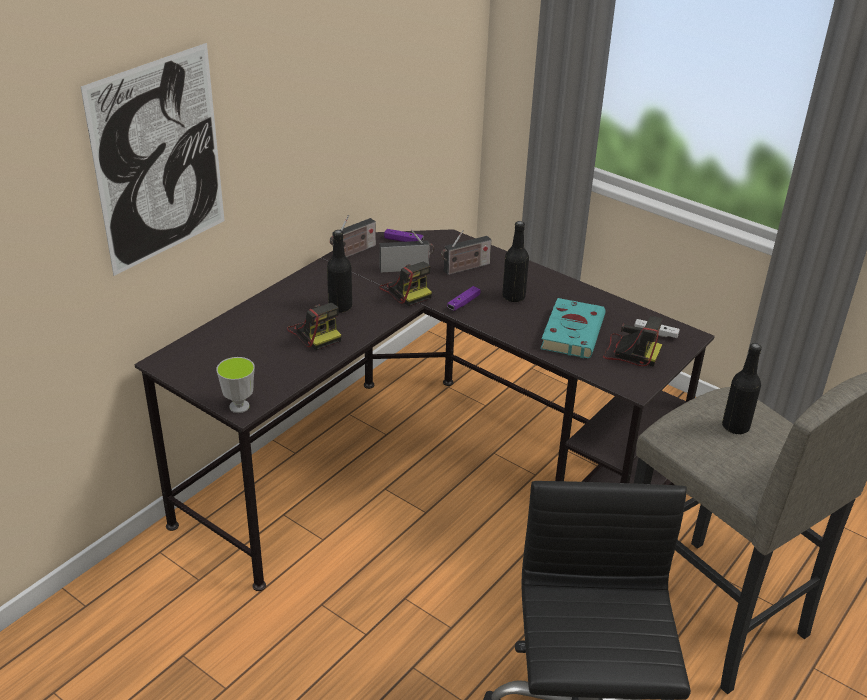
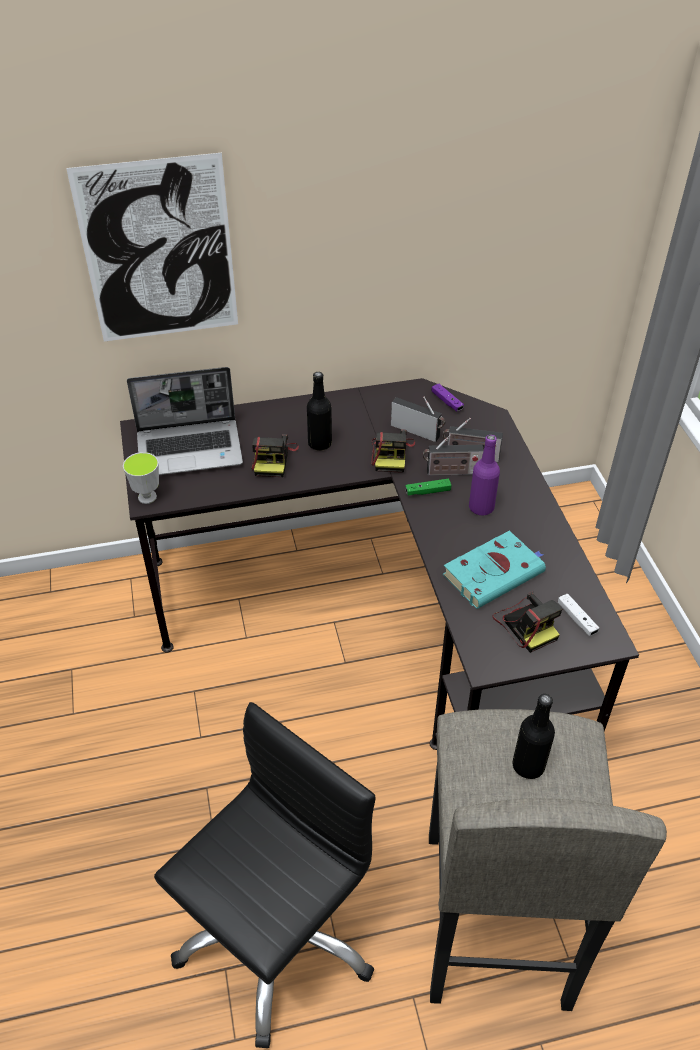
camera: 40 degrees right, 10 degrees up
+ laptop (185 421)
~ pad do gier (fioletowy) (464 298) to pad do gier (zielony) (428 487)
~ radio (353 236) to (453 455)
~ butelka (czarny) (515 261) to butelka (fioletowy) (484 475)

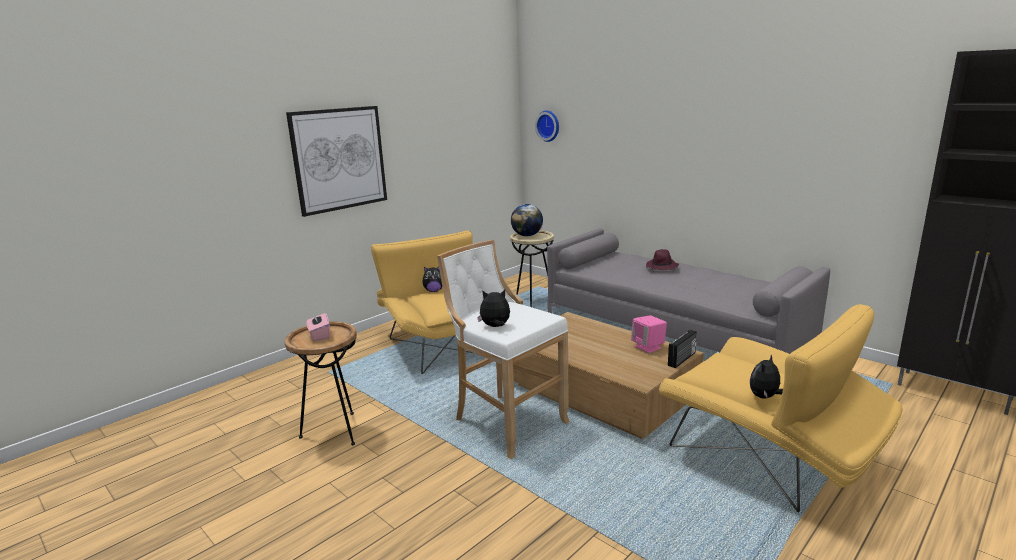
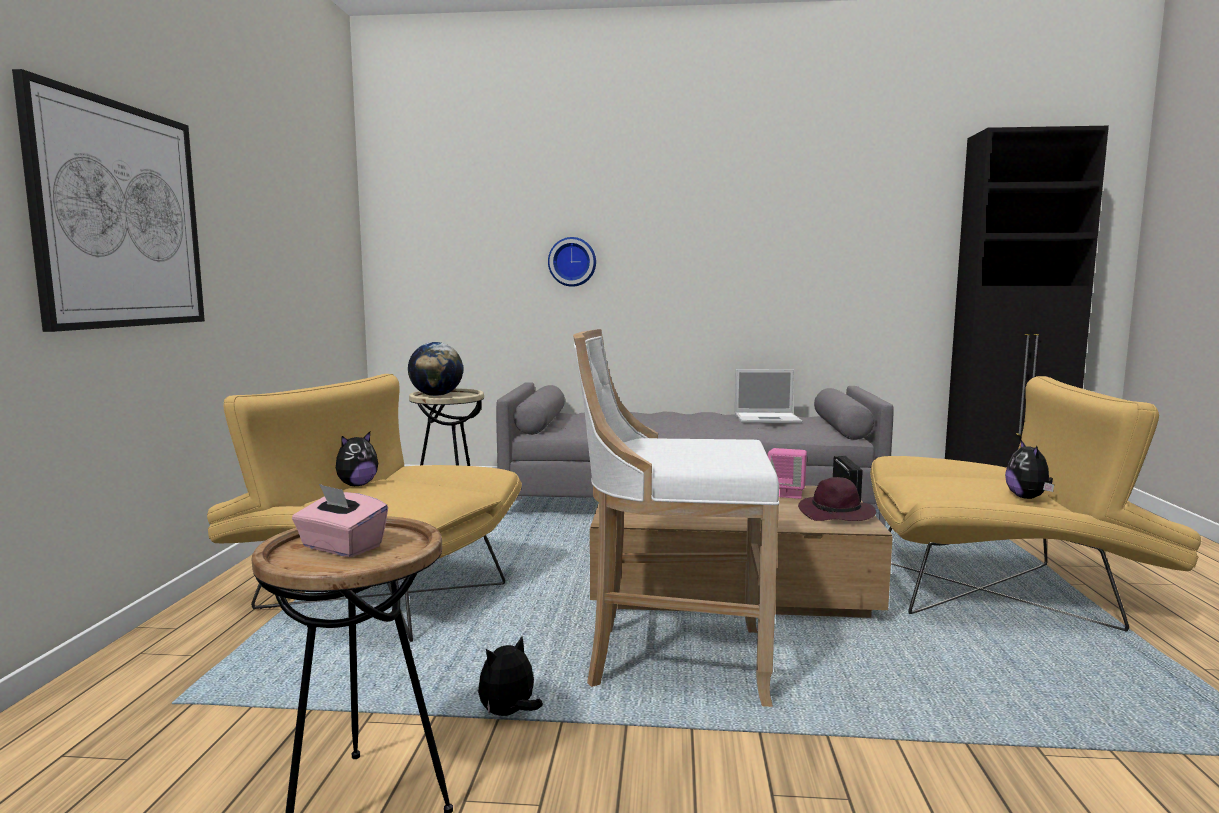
camera: 40 degrees left, 10 degrees down
~ pluszak (493 308) to (510 676)
~ zegar ścienny (547 126) to (572 262)
+ laptop (768 396)
~ kapelusz (fioletowy) (662 259) to (837 499)

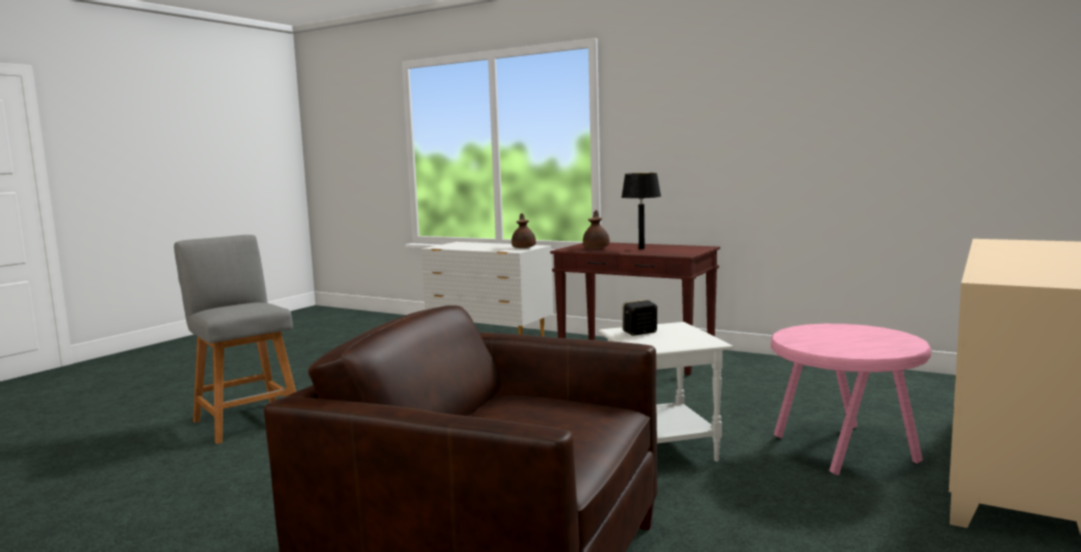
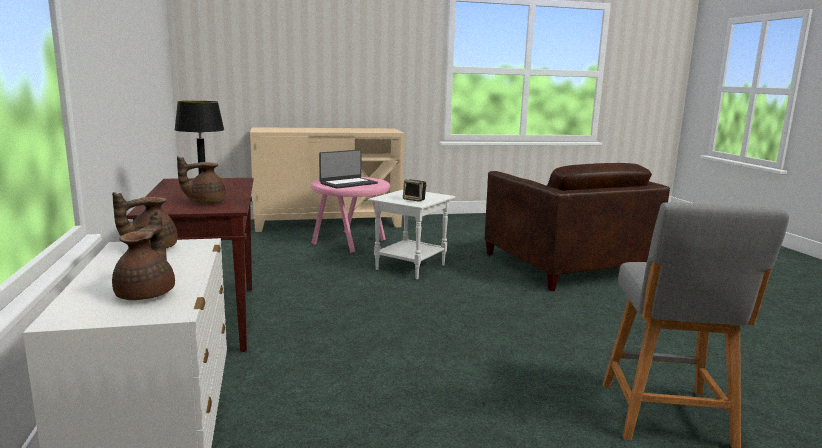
camera: 135 degrees left, 5 degrees up
+ imbryk (brązowy) (143 255)
+ laptop (348 169)

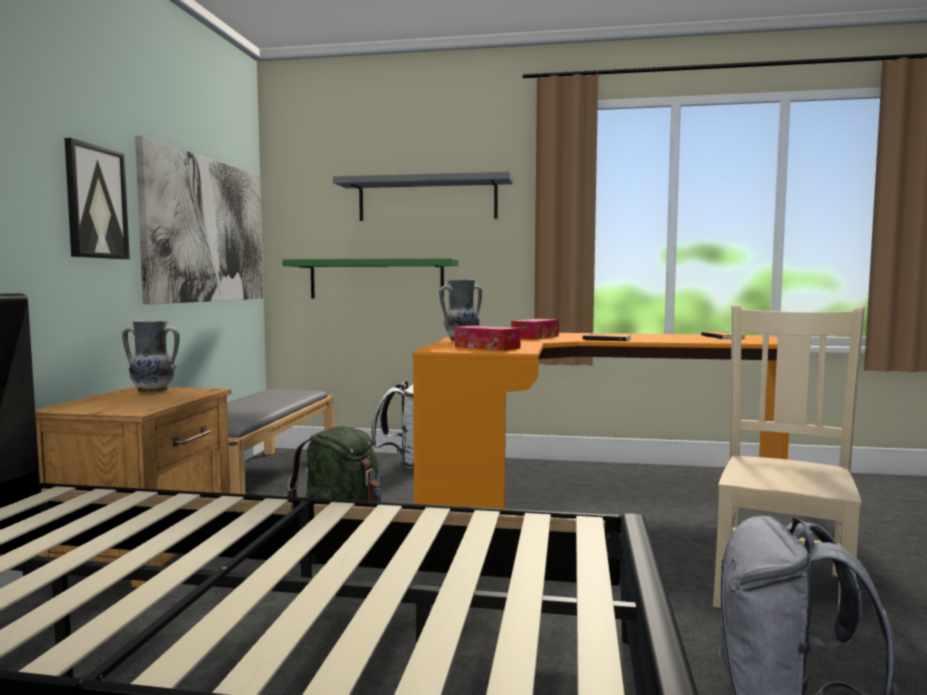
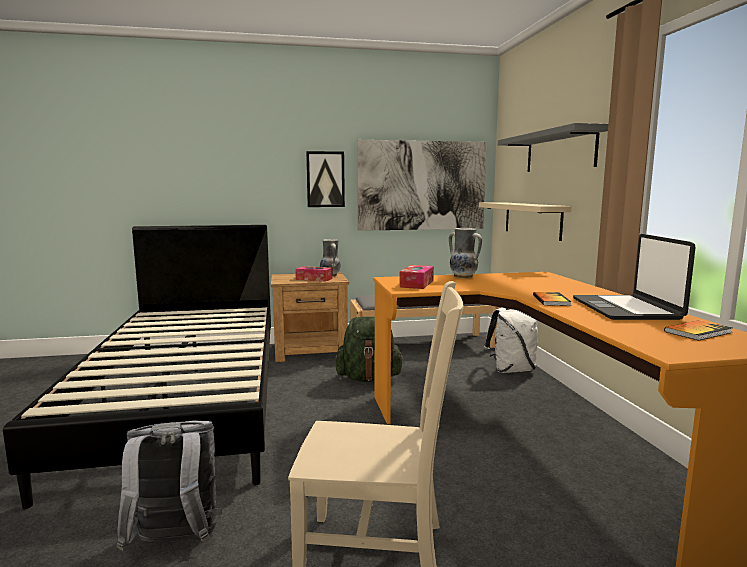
camera: 70 degrees right, 5 degrees up
~ pudełko chusteczek (535 329) to (314 273)
~ półka (zielony) (370 278) to półka (beżowy) (525 221)
+ laptop (634 277)

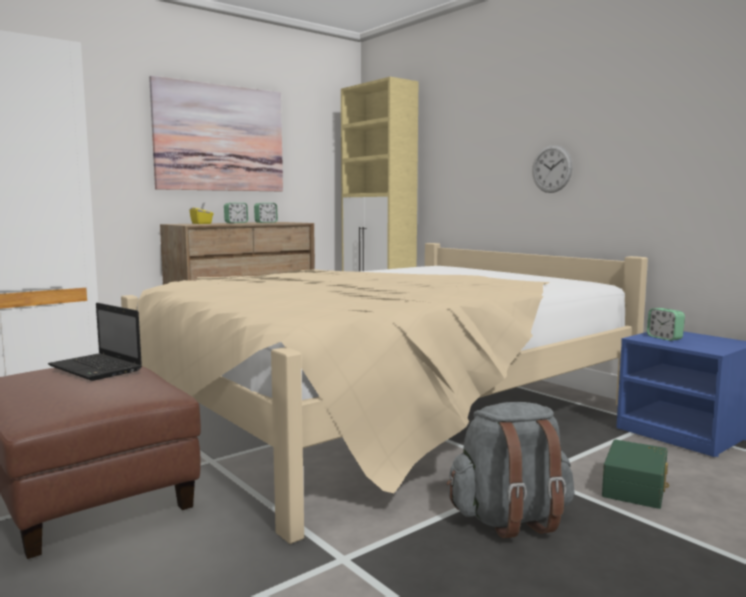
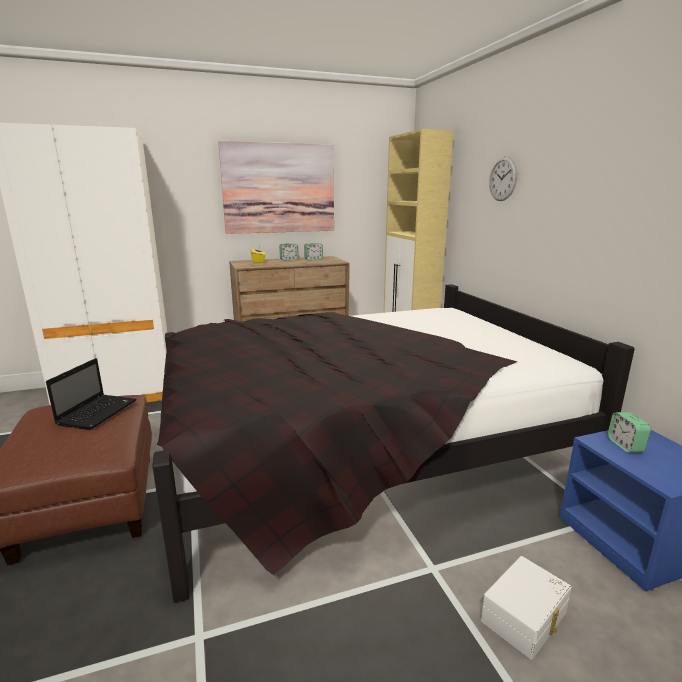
camera: 20 degrees right, 10 degrees up
~ laptop (95 342) = (91 394) 135 degrees counterclockwise
~ łóżko (beżowy) (384 393) to łóżko (czarny) (393 443)
~ pojemnik do przechowywania (zielony) (635 474) to pojemnik do przechowywania (biały) (526 608)
~ zegar ścienny (552 169) to (503 178)
- plecak (szary) (511 470)

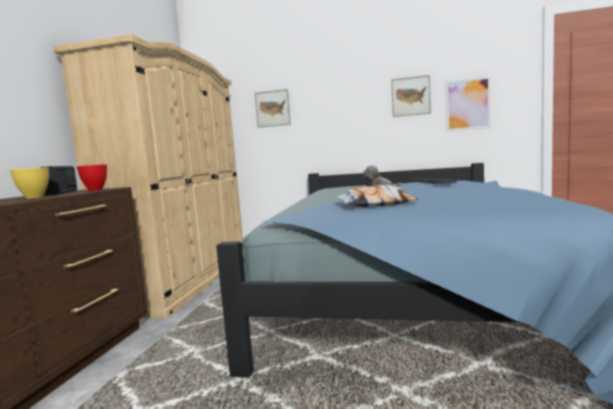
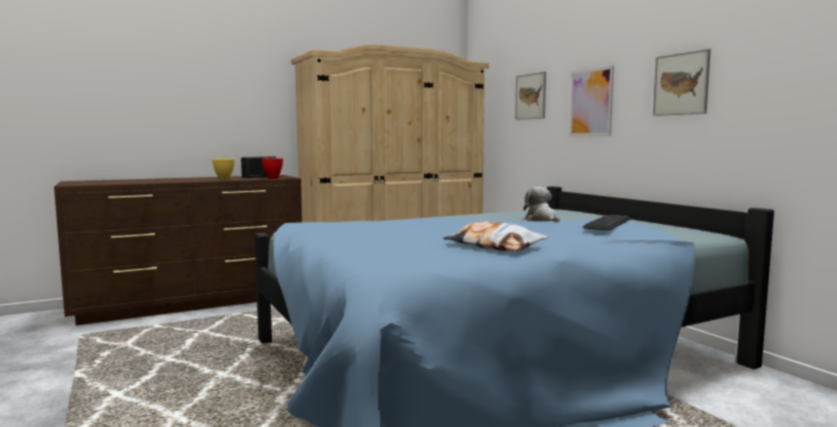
camera: 50 degrees right, 0 degrees up
~ poduszka (376 196) to (495 236)
~ obraz (468 103) to (592 101)

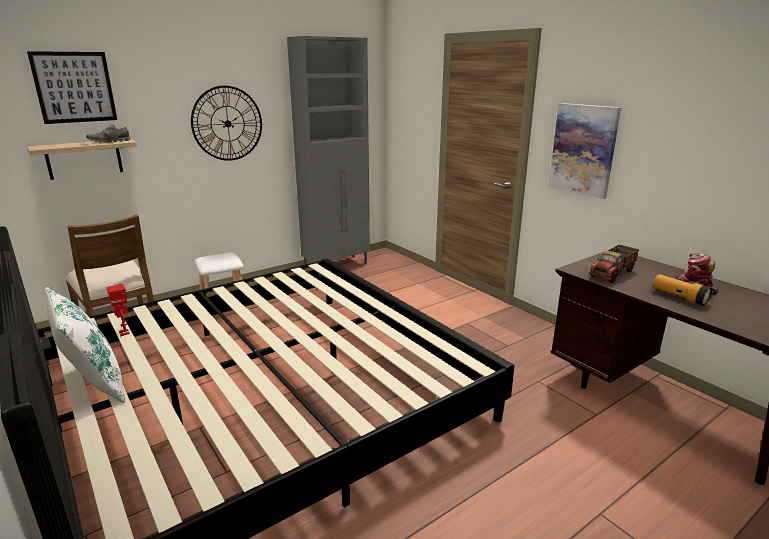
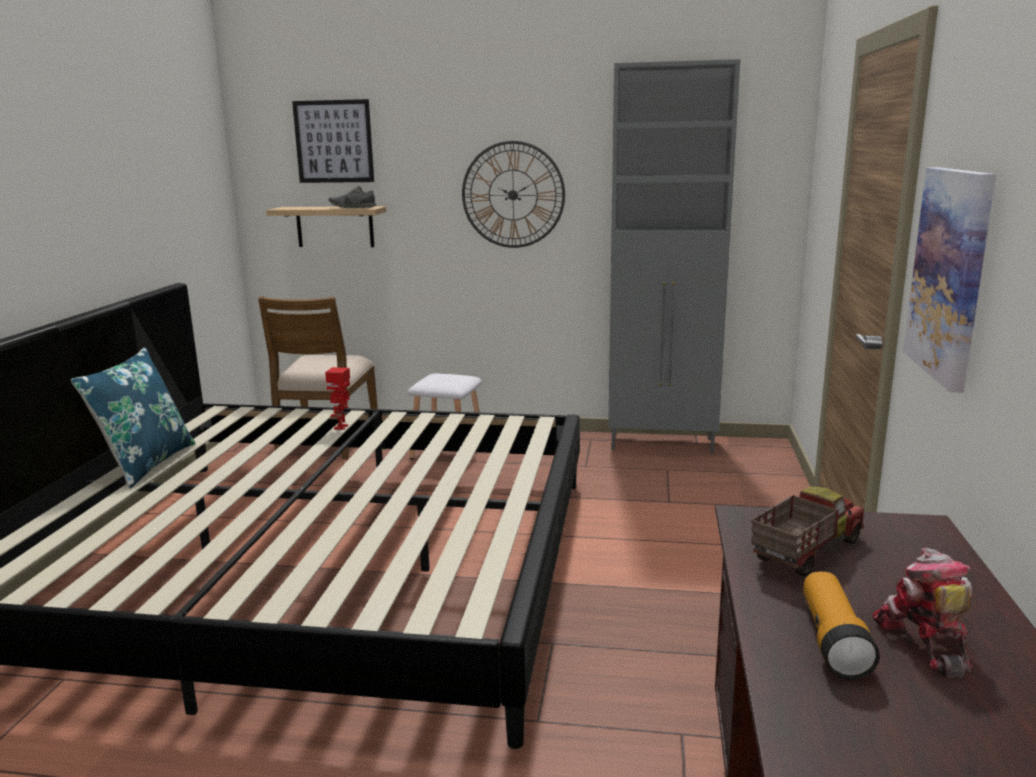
camera: 45 degrees right, 5 degrees down
~ poduszka (biały) (85 345) to poduszka (niebieski) (133 417)
~ robot zabawkowy (118 310) to (337 398)
~ ciężarówka zabawkowa (614 264) = (807 531) 135 degrees clockwise

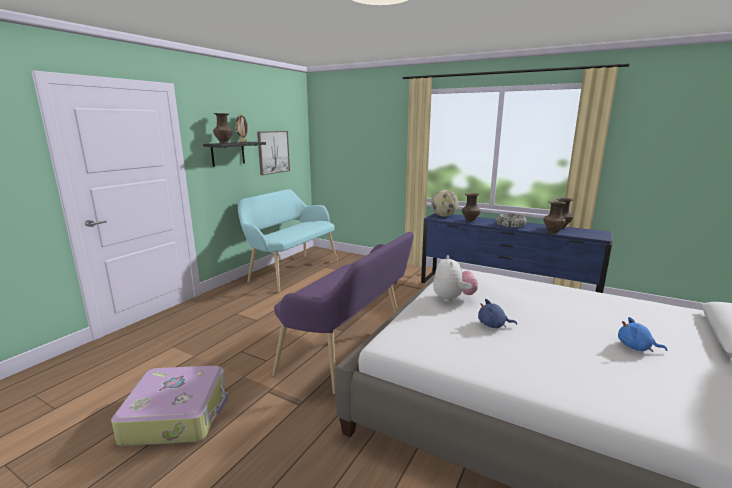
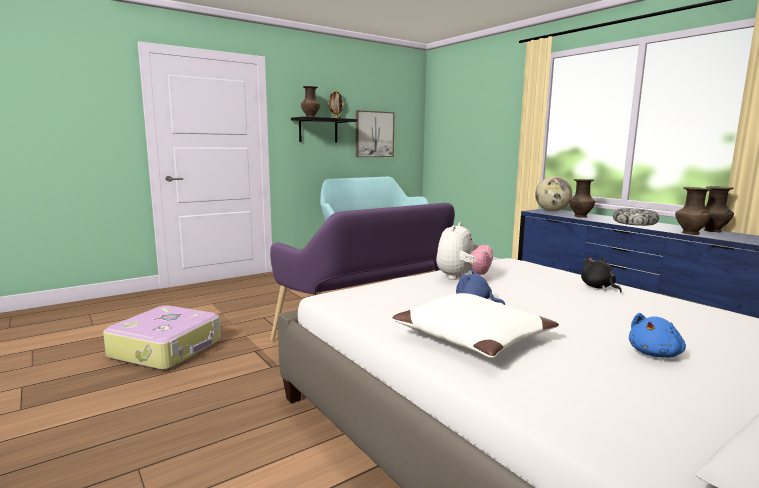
camera: 25 degrees right, 5 degrees down
+ poduszka (biały) (476 325)
+ pluszak (czarny) (601 275)
~ pluszak (niebieski) (642 334) = (657 335) 90 degrees counterclockwise

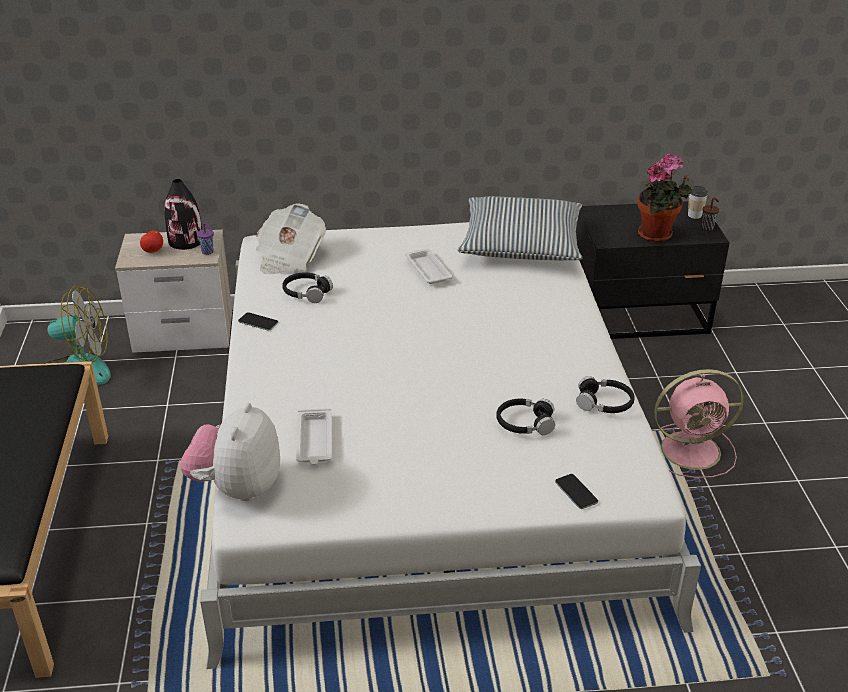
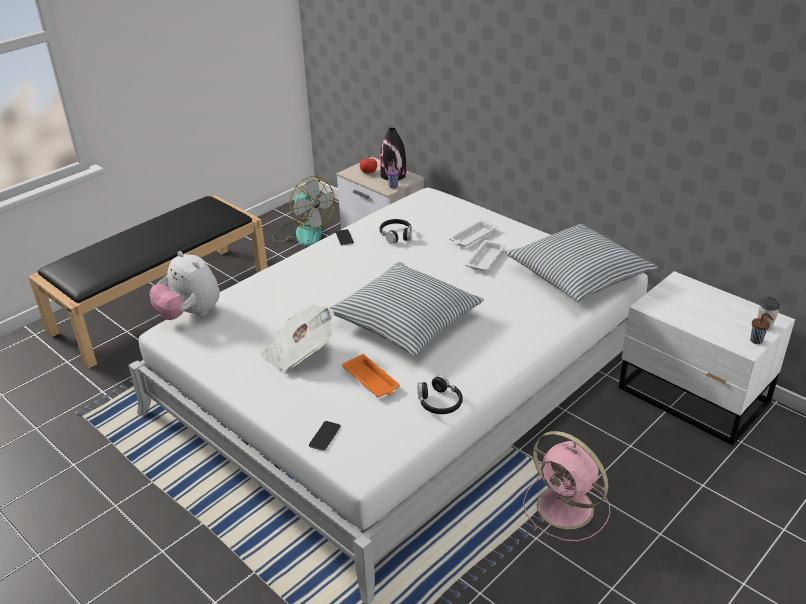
camera: 50 degrees right, 0 degrees up
~ pluszak (230 452) = (185 285) 105 degrees counterclockwise
~ gazeta (291 239) to (297 338)
+ poduszka (407 309)
~ słuchawki (czarny) (525 417) to taca (pomarańczowy) (371 375)
~ taca (biały) (314 436) to (473 233)
~ szafka nocna (czarny) (653 270) to szafka nocna (biały) (707 358)
- roślina doniczkowa (665 198)

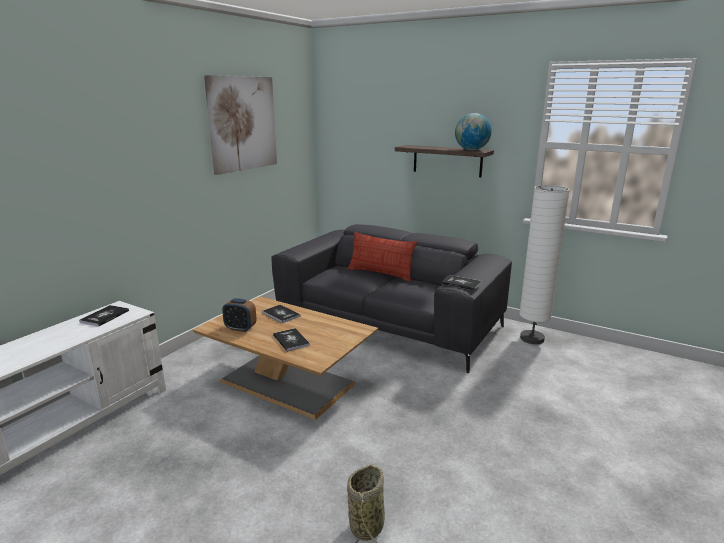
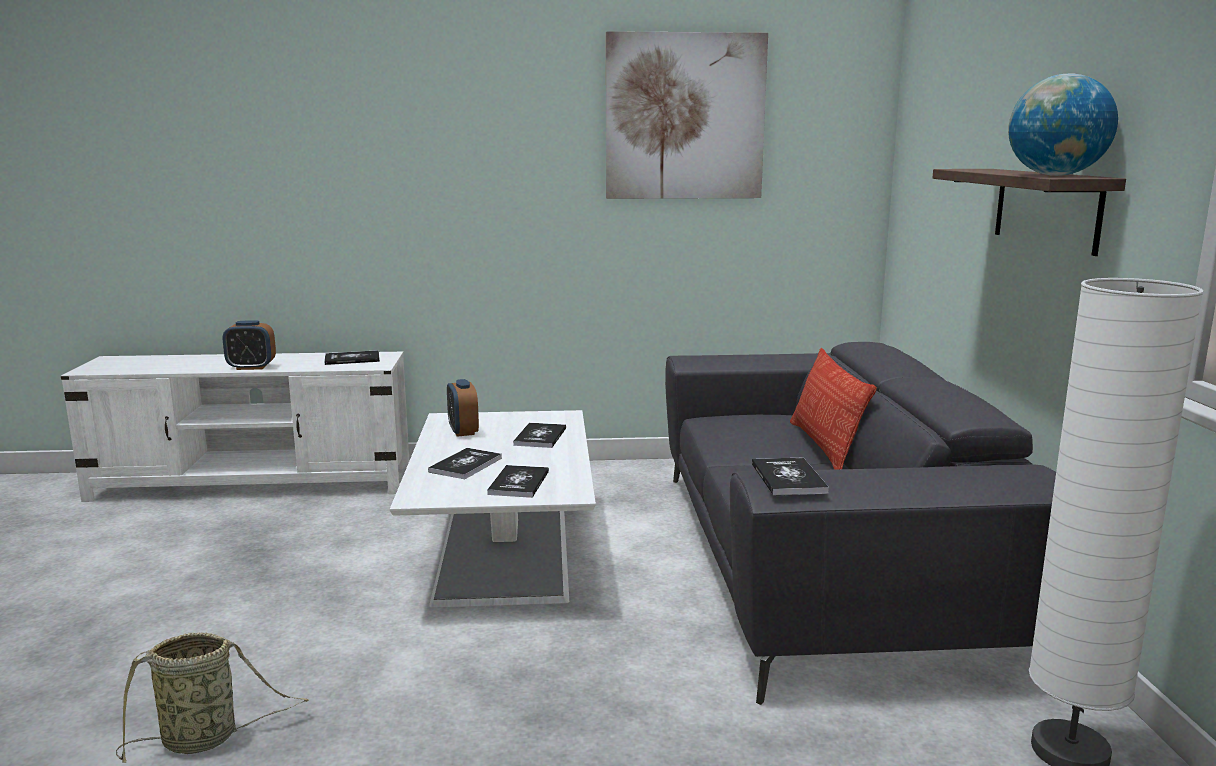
camera: 55 degrees right, 5 degrees down
+ budzik (249 345)
~ ława (brązowy) (285 358) to ława (biały) (493 509)
+ książka (518 481)

